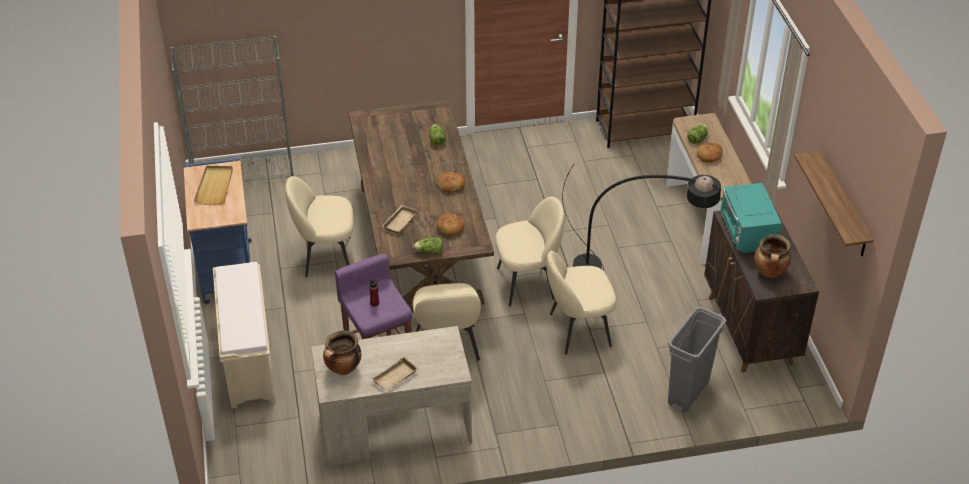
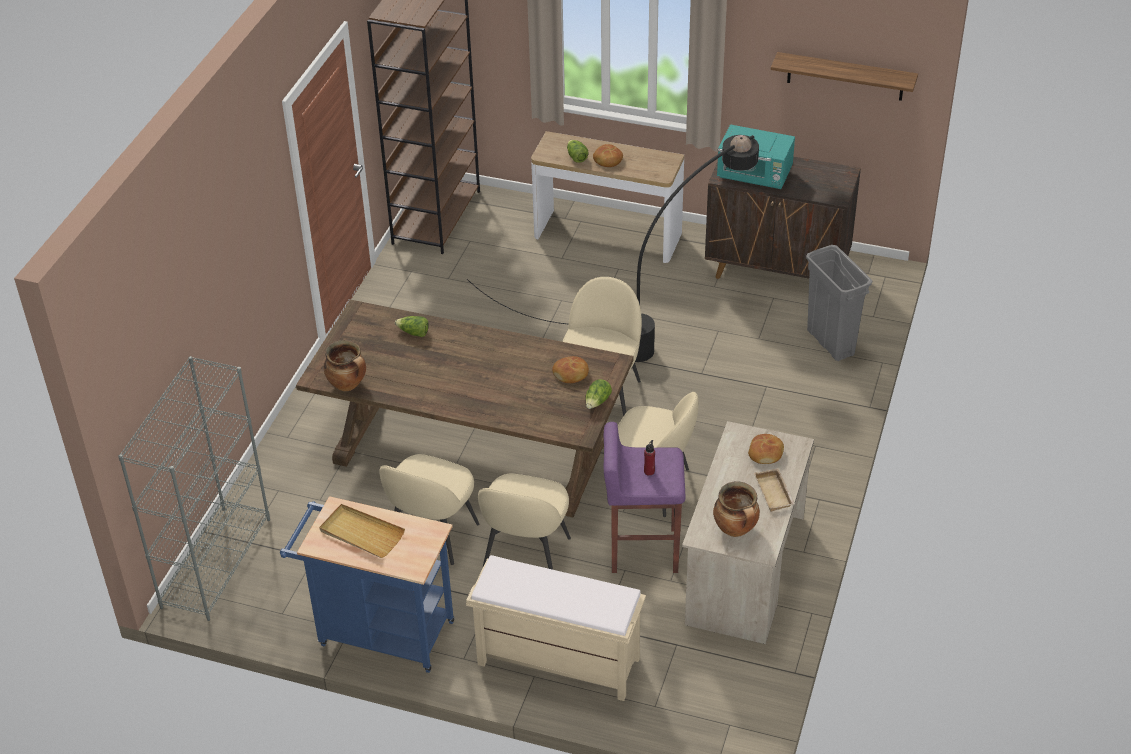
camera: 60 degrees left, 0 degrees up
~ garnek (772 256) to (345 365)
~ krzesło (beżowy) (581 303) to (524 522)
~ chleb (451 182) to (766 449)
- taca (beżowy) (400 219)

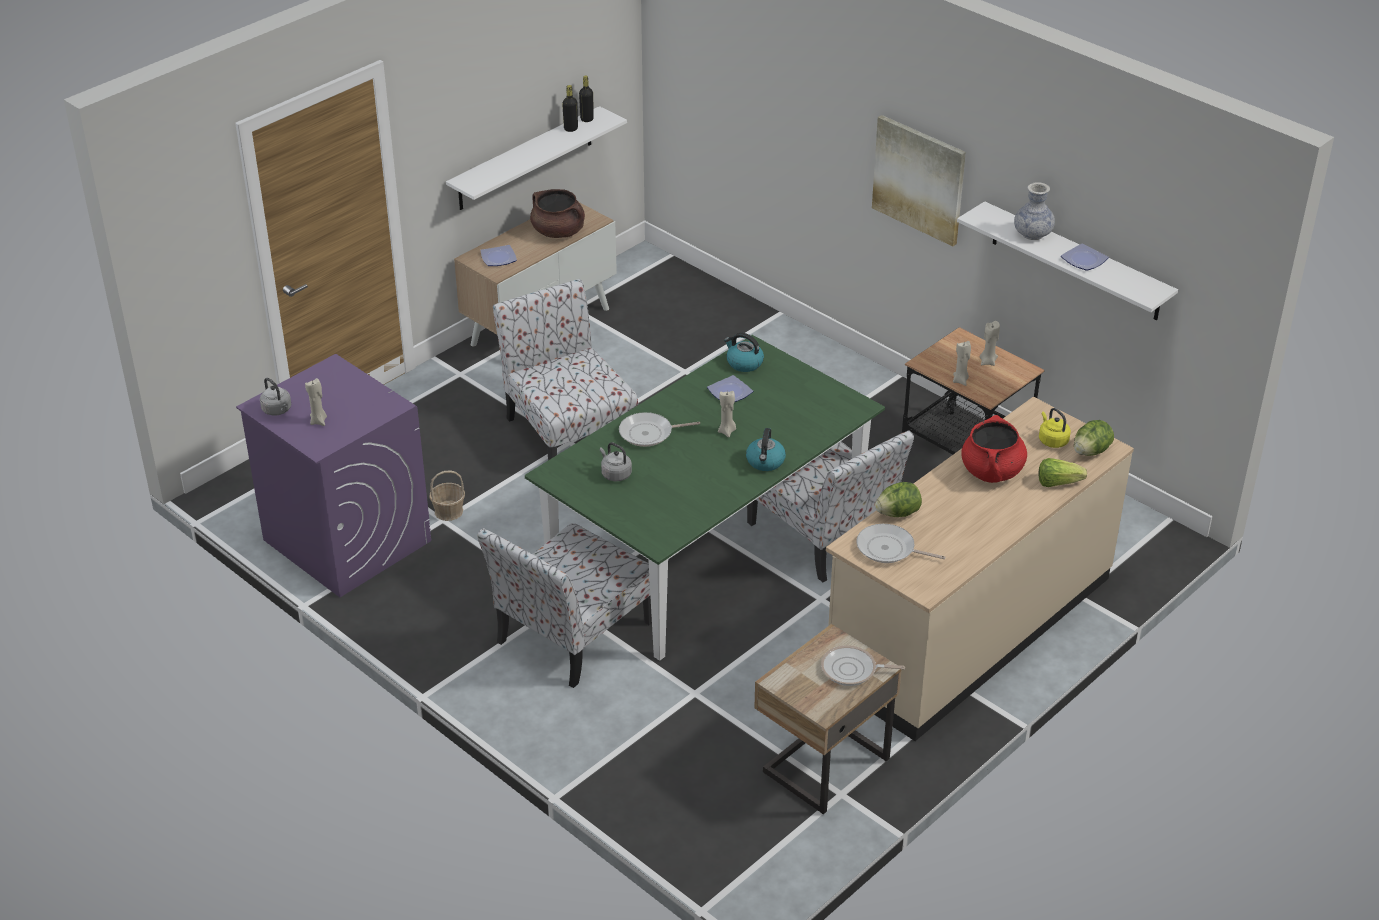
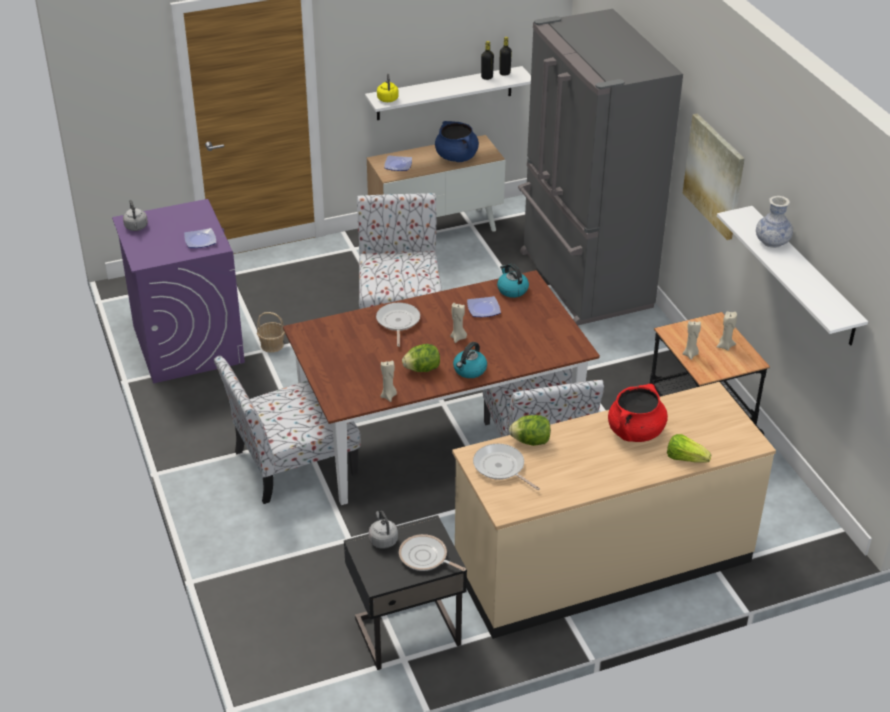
camera: 25 degrees right, 0 degrees up
~ talerz (1085 257) to (200 238)
~ stół jadalny (zielony) (705 498) to stół jadalny (brązowy) (441 387)
~ szafka nocna (beżowy) (828 719) to szafka nocna (czarny) (405 592)
~ czajnik (szary) (616 461) to (383 530)
~ patelnia (659 429) = (398 325) 75 degrees clockwise
~ czajnik (żółty) (1055 428) to (388 87)
~ świeca (beżowy) (316 402) to (388 381)
~ sałata (1094 438) to (421 358)
~ garnek (brązowy) (557 213) to garnek (niebieski) (457 141)
+ lodówka (szary) (600 167)

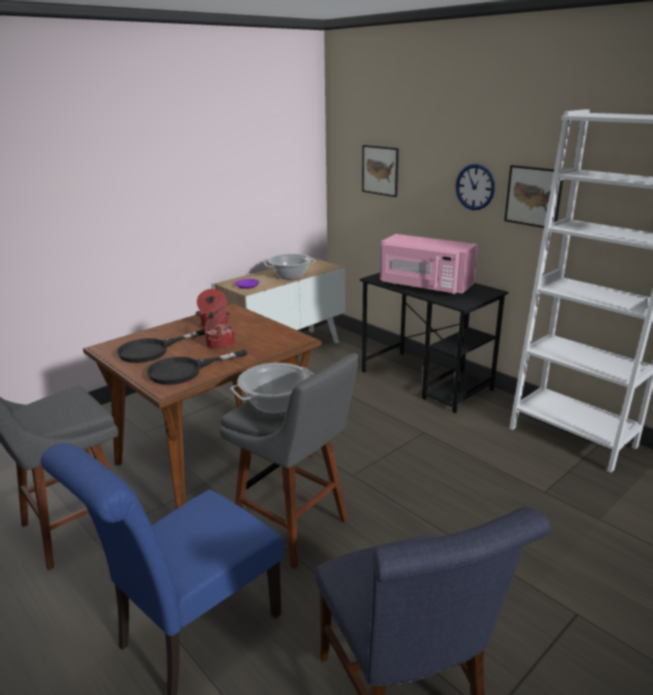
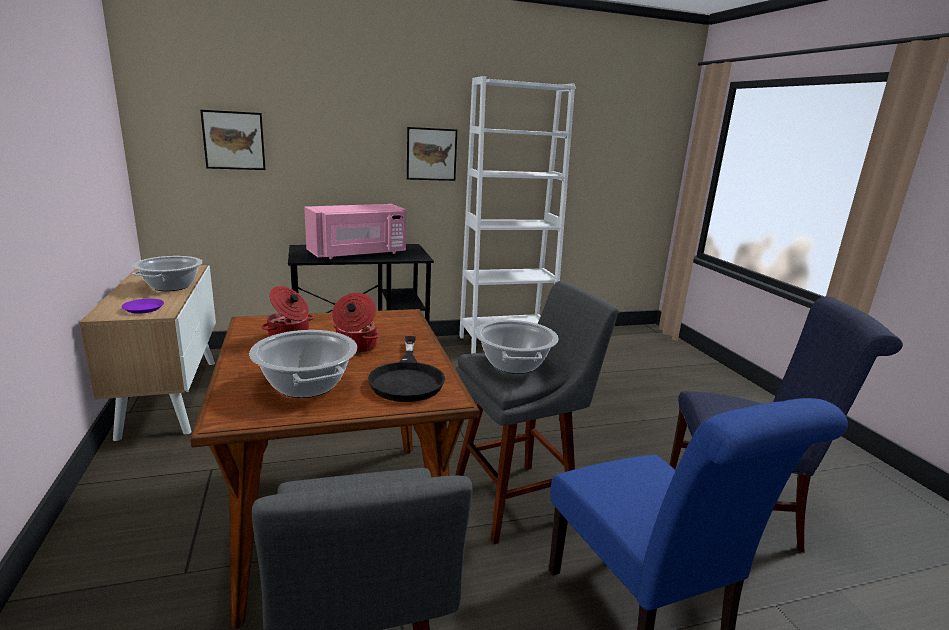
camera: 65 degrees left, 5 degrees down
~ patelnia (czarny) (161 346) to garnek (303 364)
- zegar ścienny (475 187)

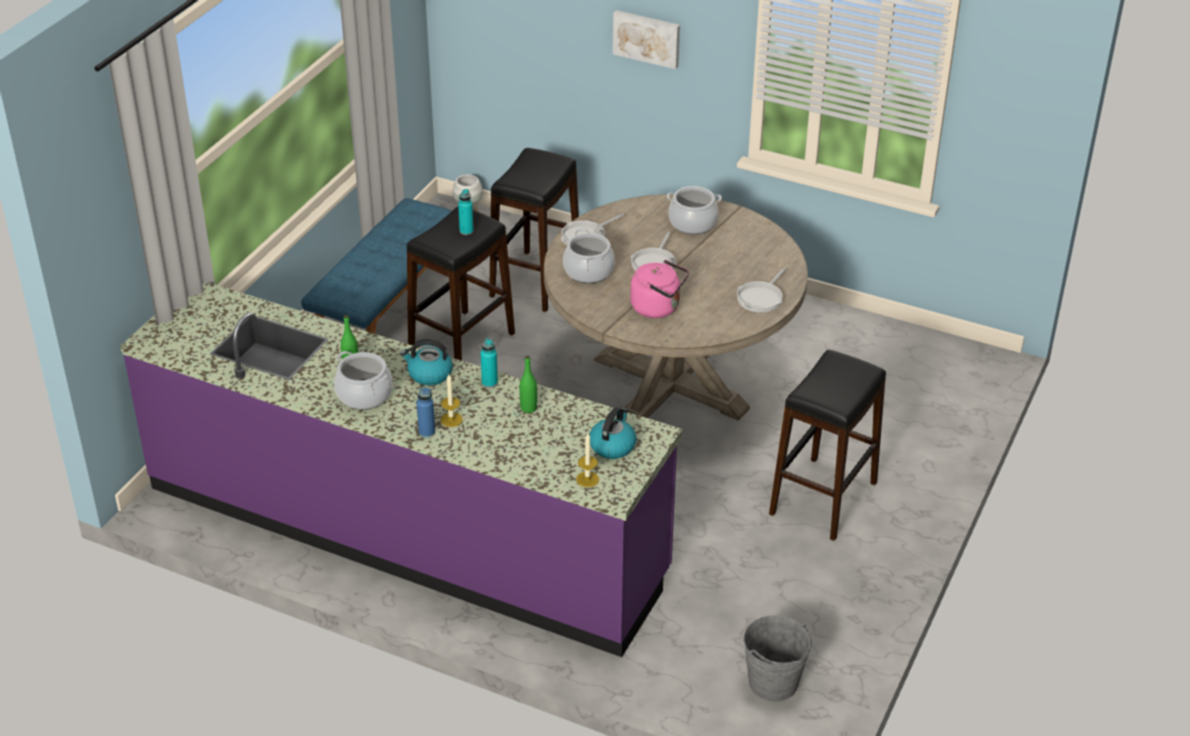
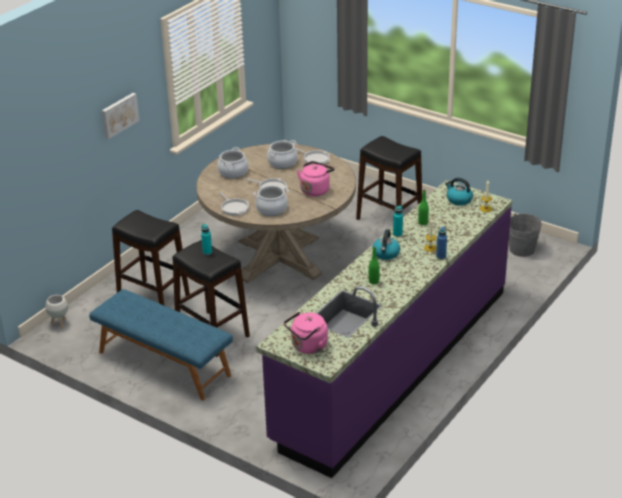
camera: 80 degrees left, 5 degrees down
~ garnek (363 380) to (282 154)
+ czajnik (różowy) (306 333)

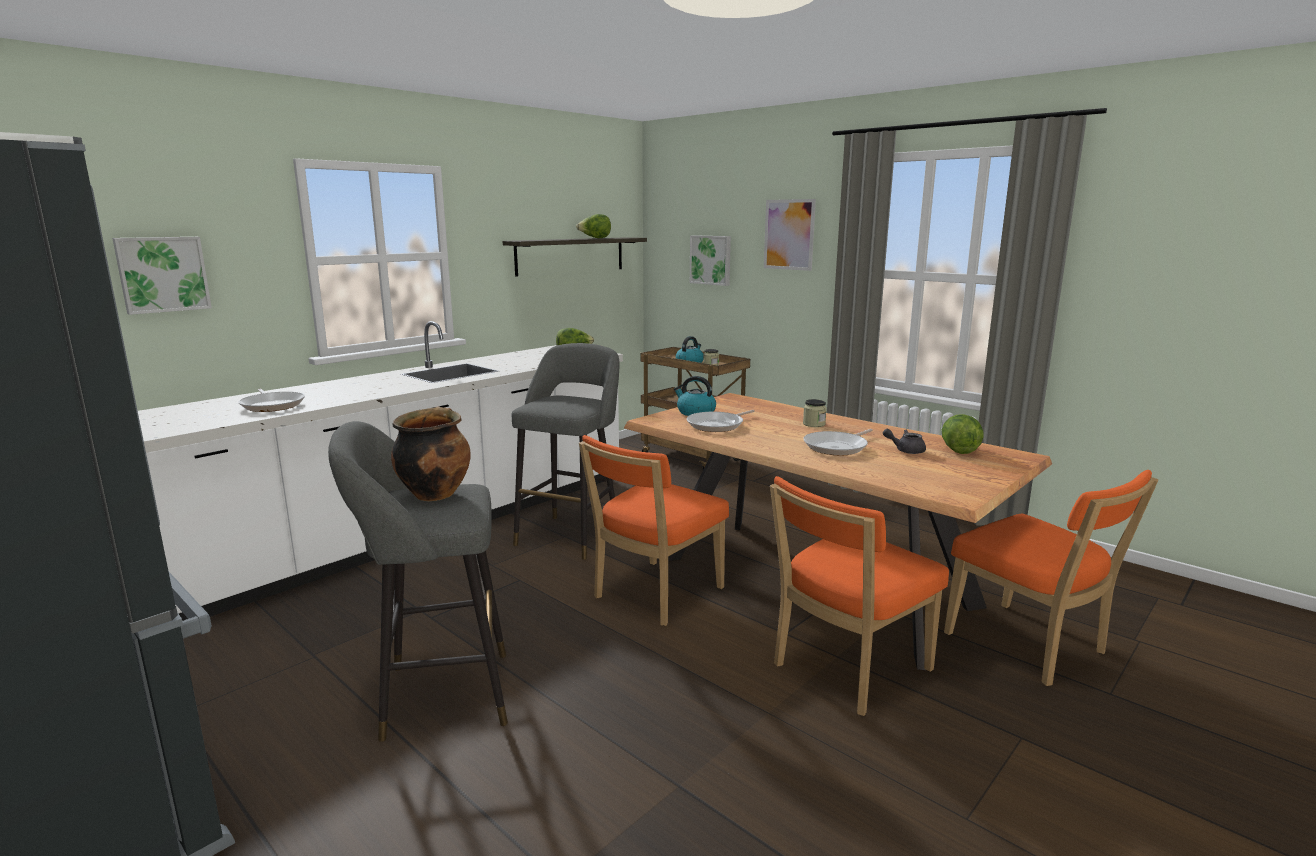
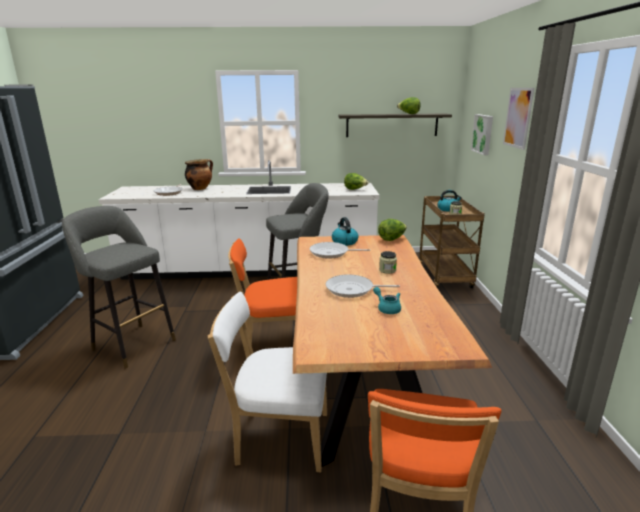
camera: 45 degrees right, 5 degrees up
~ garnek (431 454) to (199 174)
~ krzesło (pomarańczowy) (859 596) to krzesło (biały) (267 382)
~ imbryk (szary) (904 441) to imbryk (turkusowy) (387 300)
~ sałata (963 434) to (392 230)
- obraz (162 276)

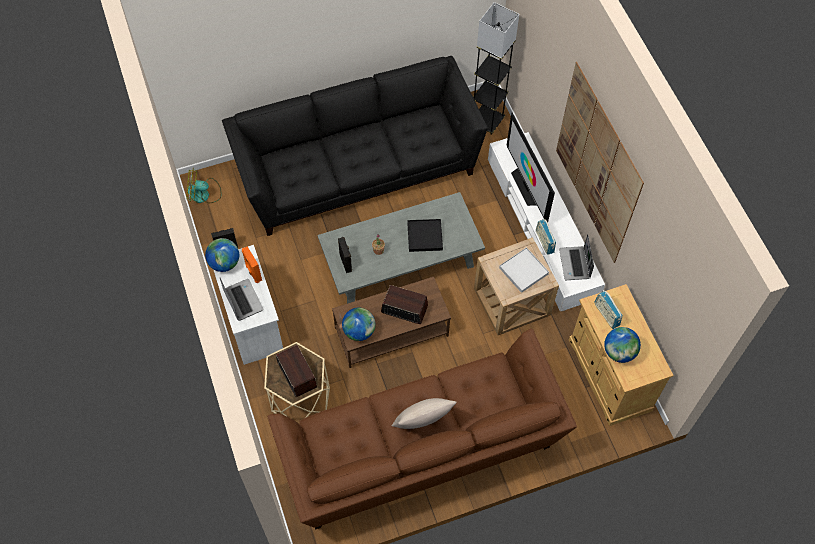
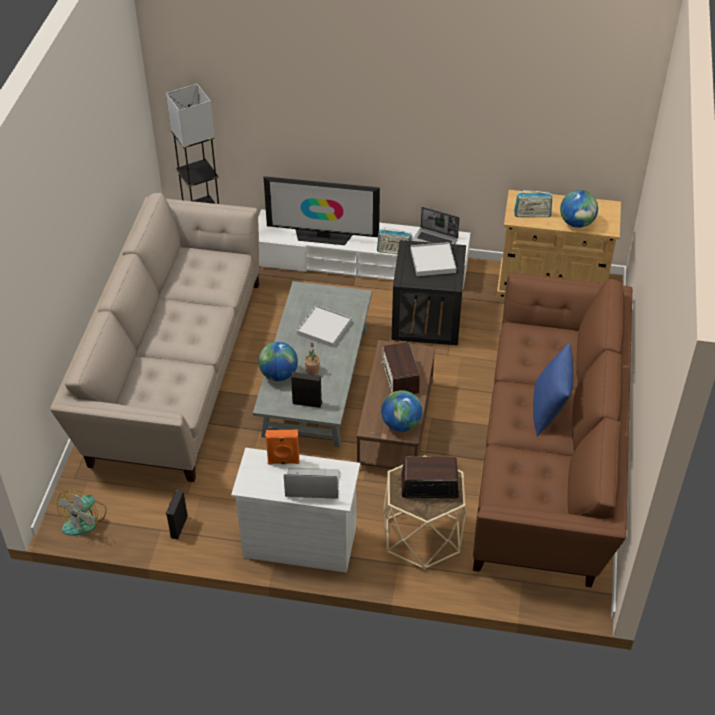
camera: 60 degrees left, 15 degrees down
~ kanapa (czarny) (355 146) to kanapa (beżowy) (154 337)
~ globus (222 255) to (278 361)
~ taca (czarny) (425 235) to taca (biały) (324 326)
~ radio (404 304) = (400 368) 60 degrees counterclockwise
~ stolik (beżowy) (516 286) to stolik (czarny) (428 292)
~ poduszka (beżowy) (424 413) to poduszka (niebieski) (553 389)
- obraz (600 162)

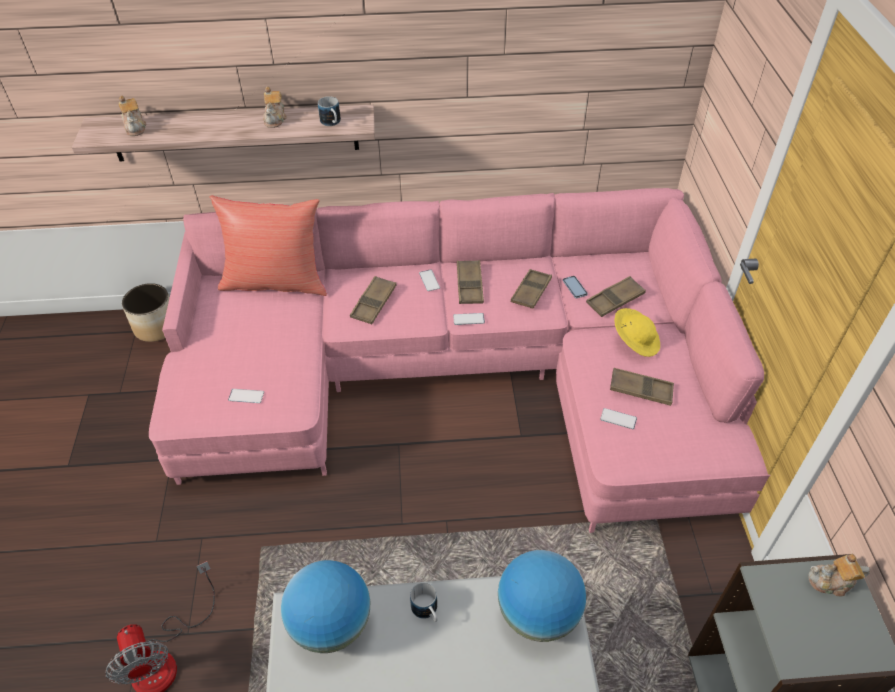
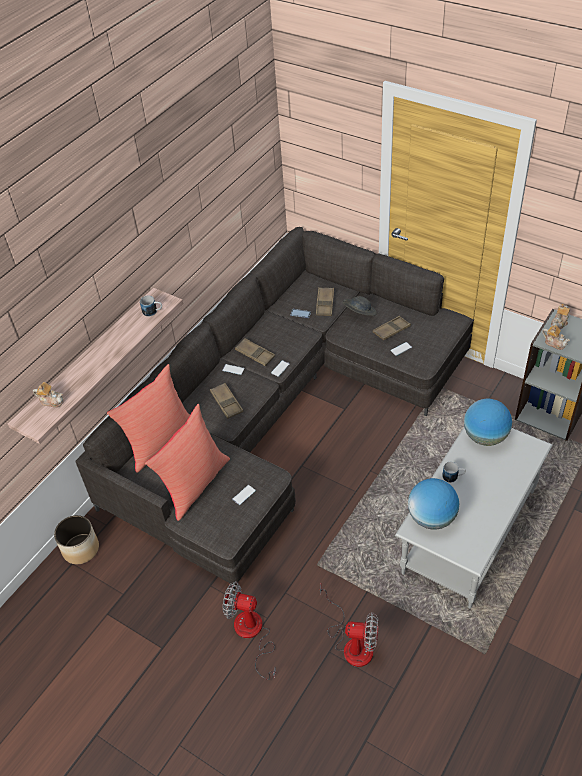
camera: 50 degrees left, 0 degrees up
~ kanapa (różowy) (459 360) to kanapa (szary) (274 408)
+ poduszka (czerwony) (187 462)
+ wentylator (249 631)
~ kapelusz (żółty) (637 332) to kapelusz (szary) (360 306)
~ imbryk (275 107) to (556 337)
- taca (brązowy) (531 289)

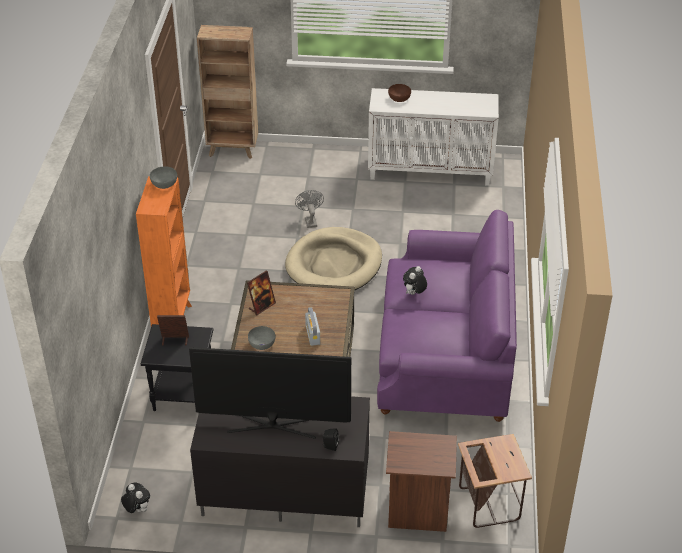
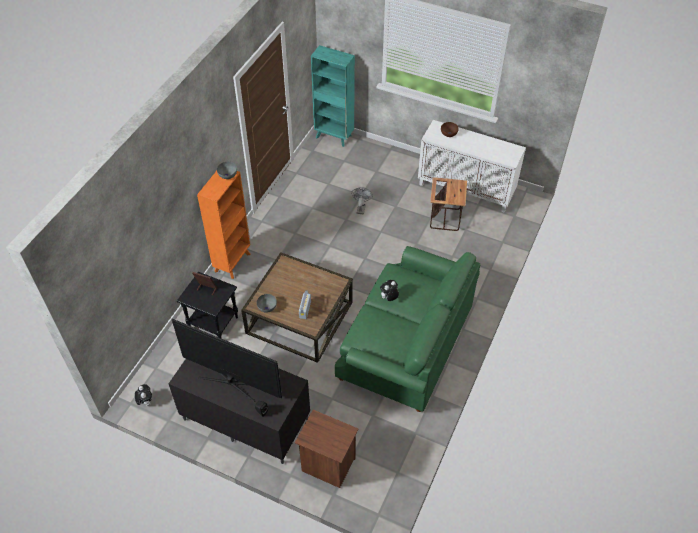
camera: 20 degrees right, 10 degrees up
~ regał (brązowy) (227 92) to regał (turkusowy) (333 96)
~ kanapa (fioletowy) (447 316) to kanapa (zielony) (407 329)
~ stolik (495 481) to (448 204)
- ramka na zdjęcie (261 292)
- legowisko (beżowy) (333 258)

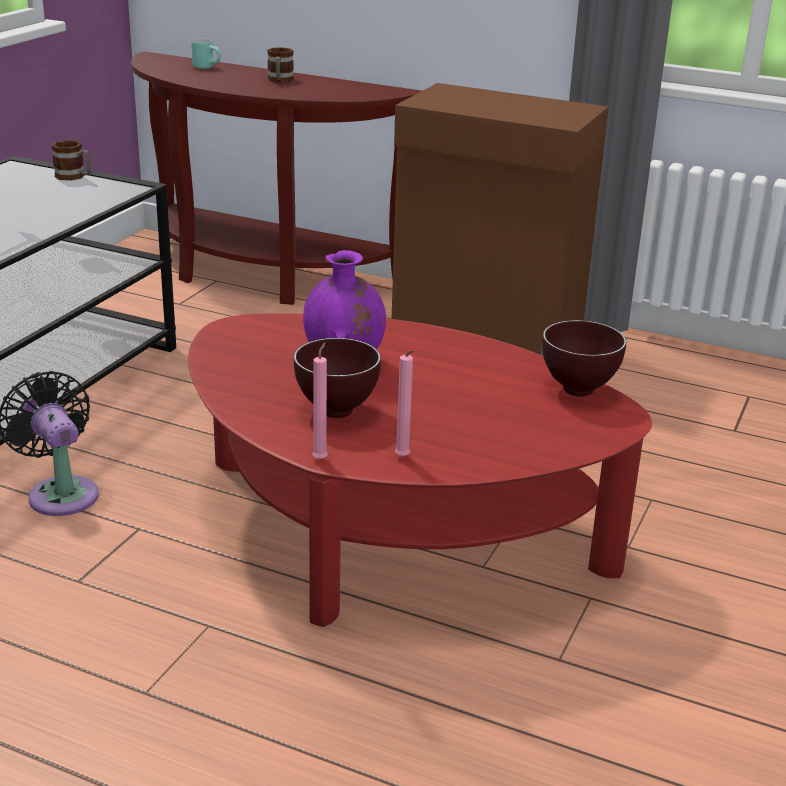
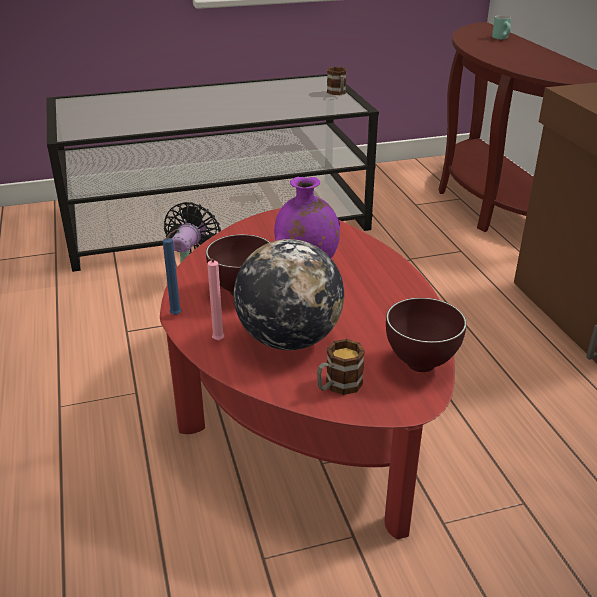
camera: 50 degrees right, 5 degrees up
~ świeca (różowy) (320 401) to świeca (niebieski) (172 272)
+ globus (289 294)
~ kubek (280 65) to (341 367)

